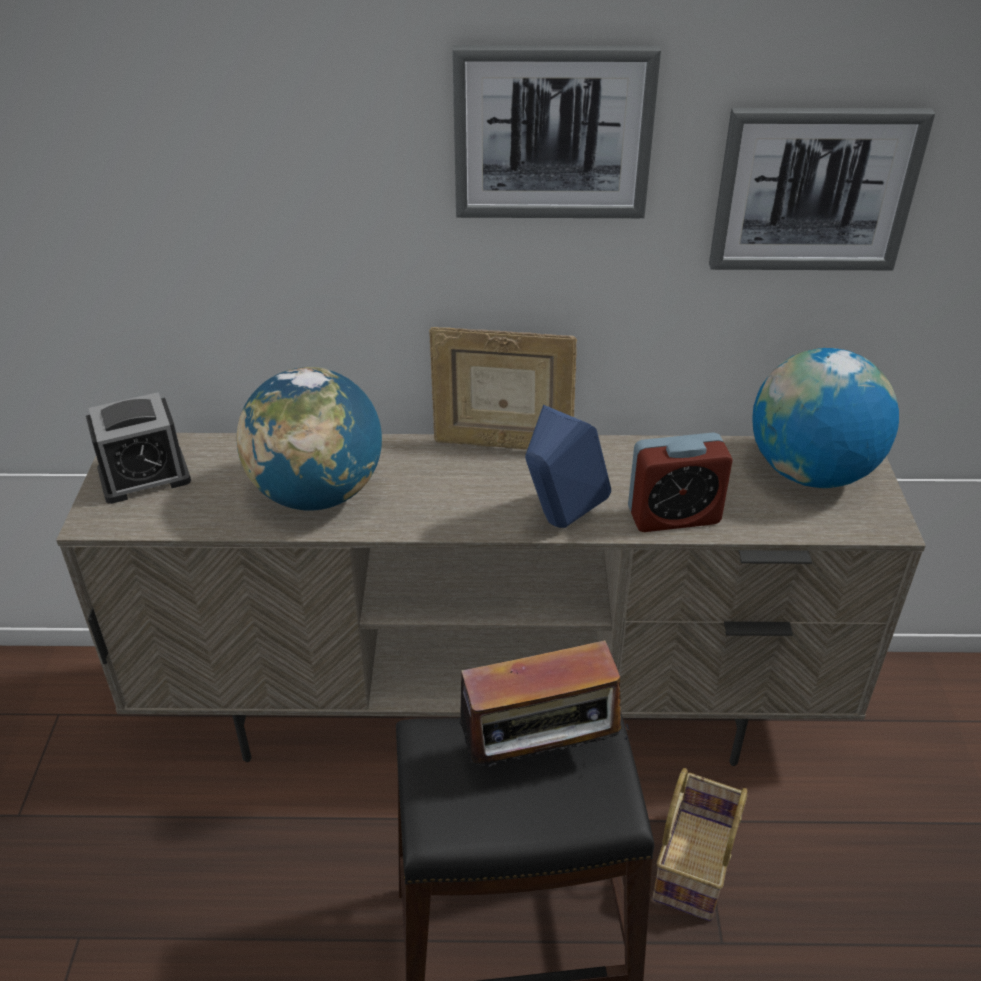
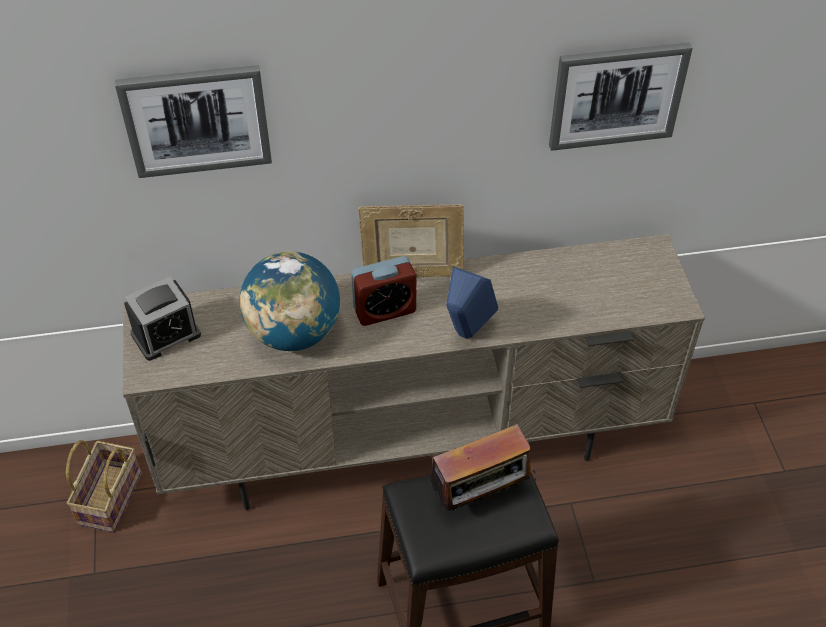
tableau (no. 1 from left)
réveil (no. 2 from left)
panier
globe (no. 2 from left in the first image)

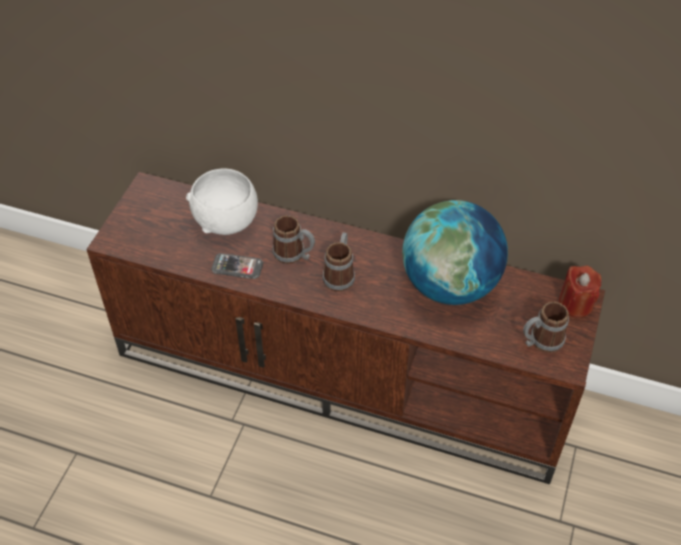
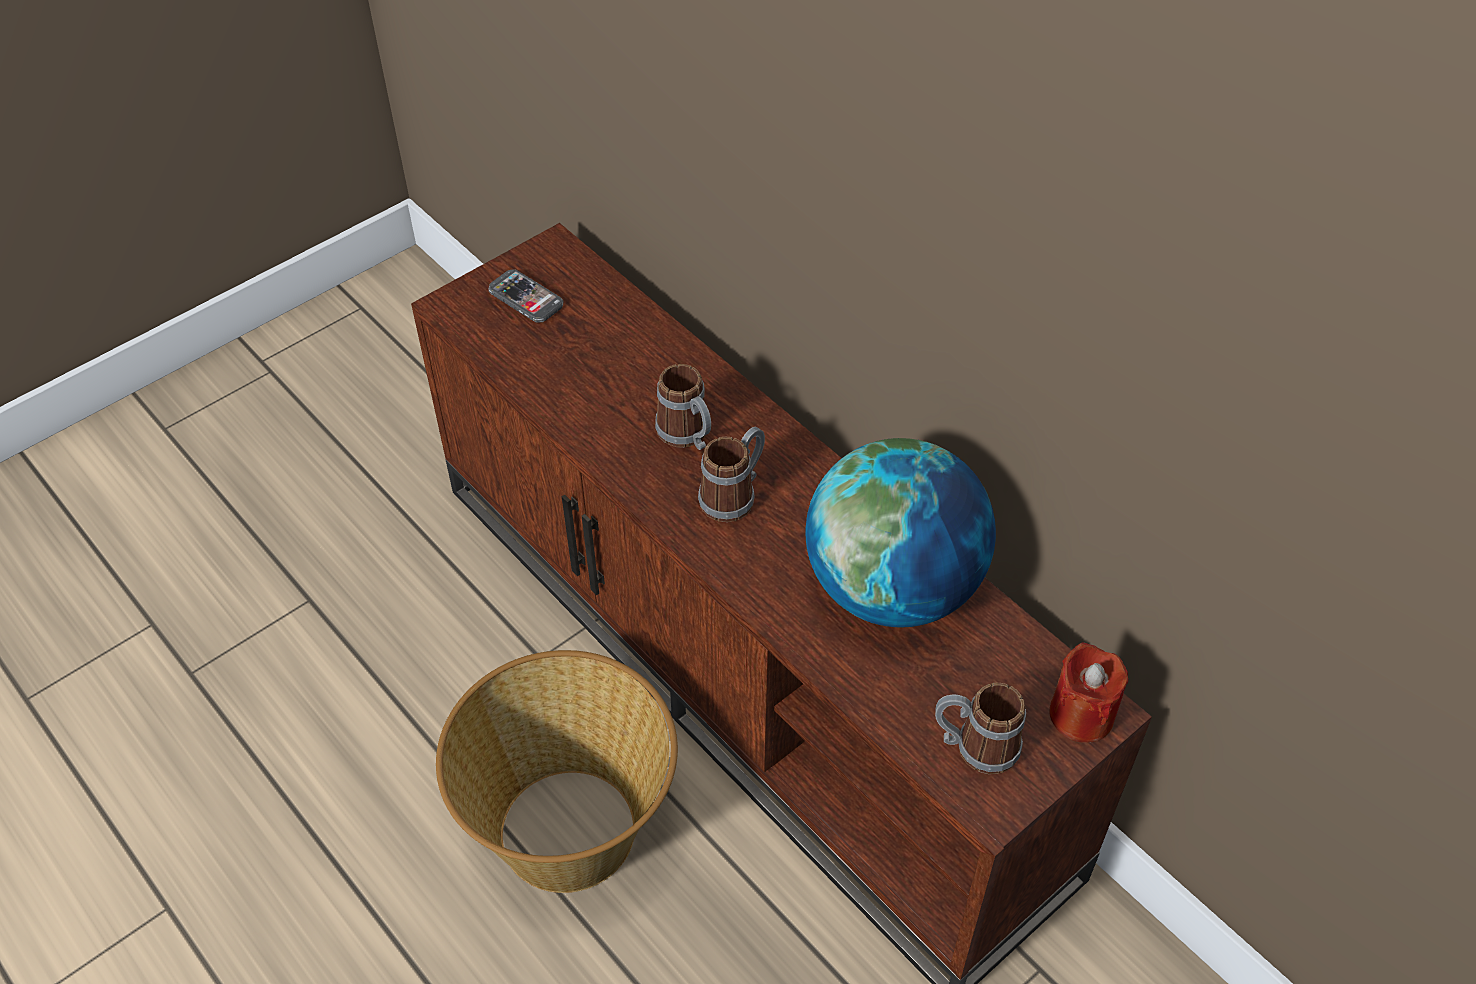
bol [blanc]
téléphone
panier

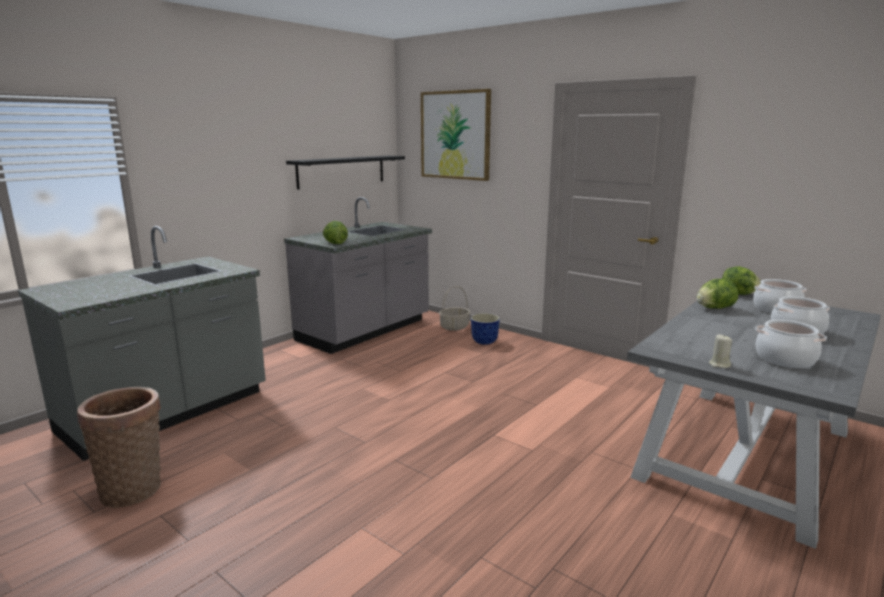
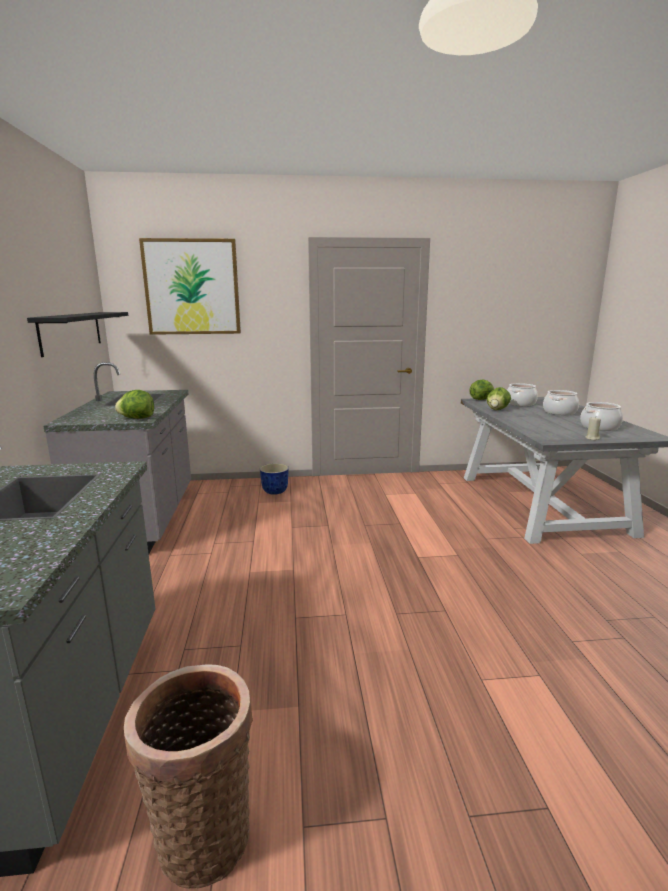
panier (no. 2 from left in the first image)

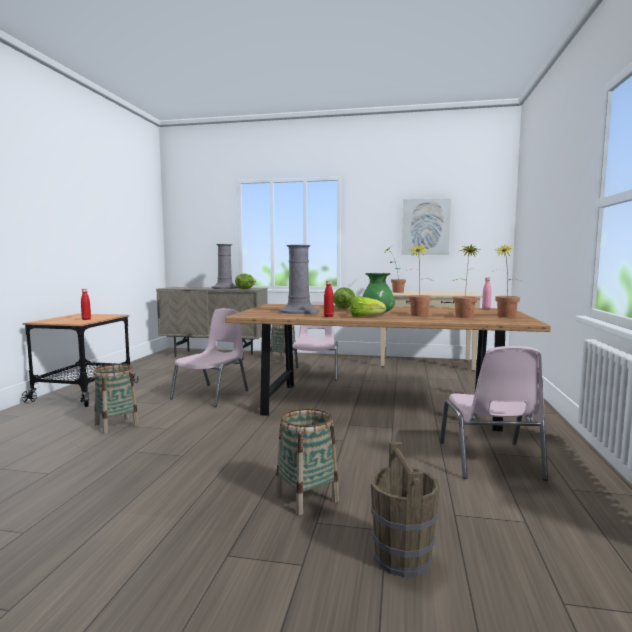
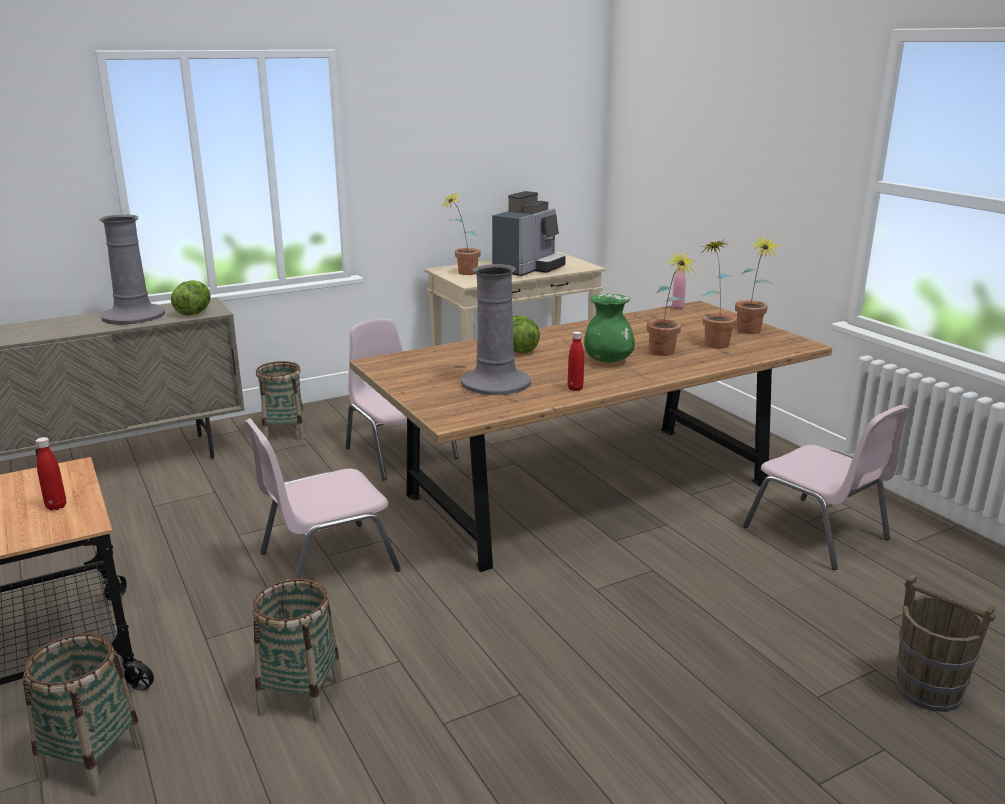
chaise [rose] (no. 1 from left)
panier (no. 1 from left)
laitue (no. 3 from left in the first image)
tableau
machine à café

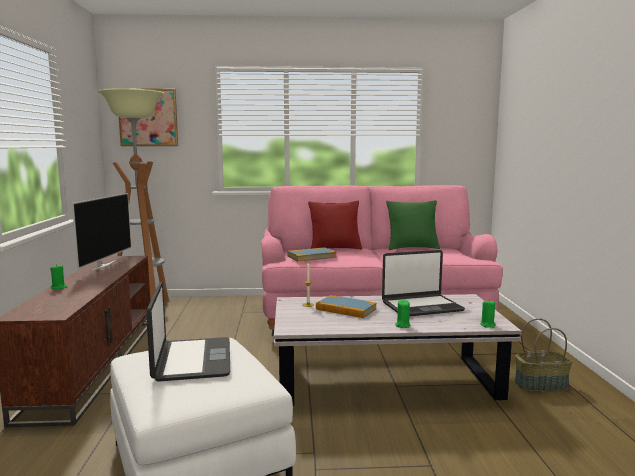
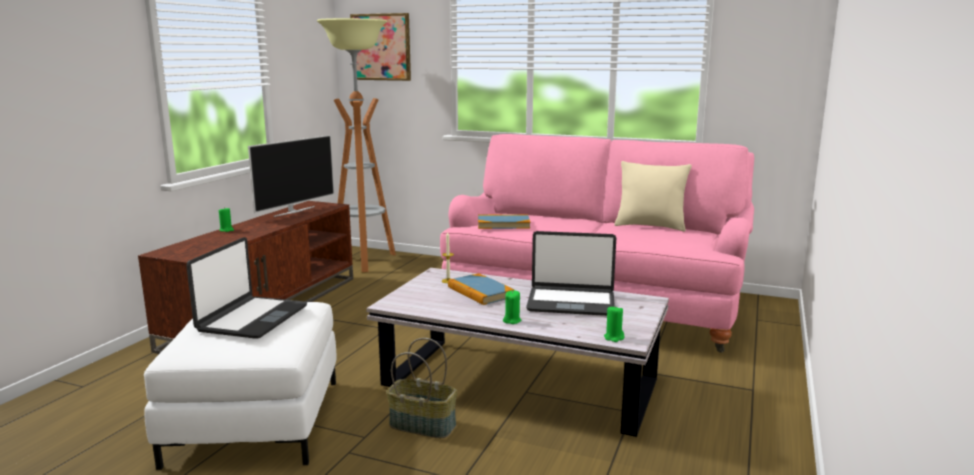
coussin [rouge]
coussin [beige]
panier

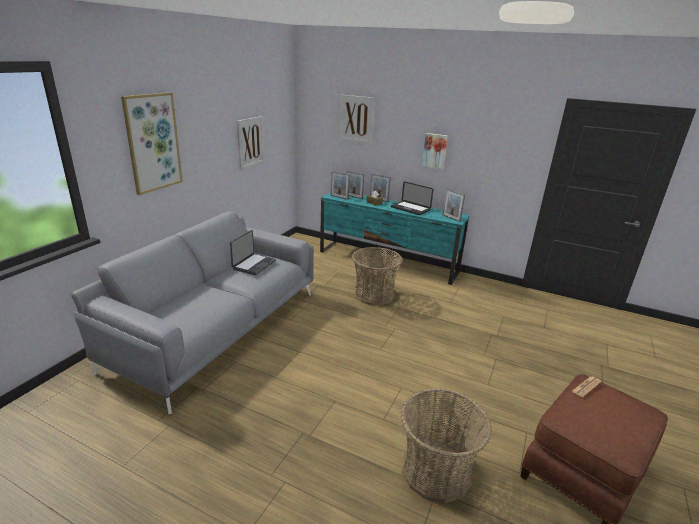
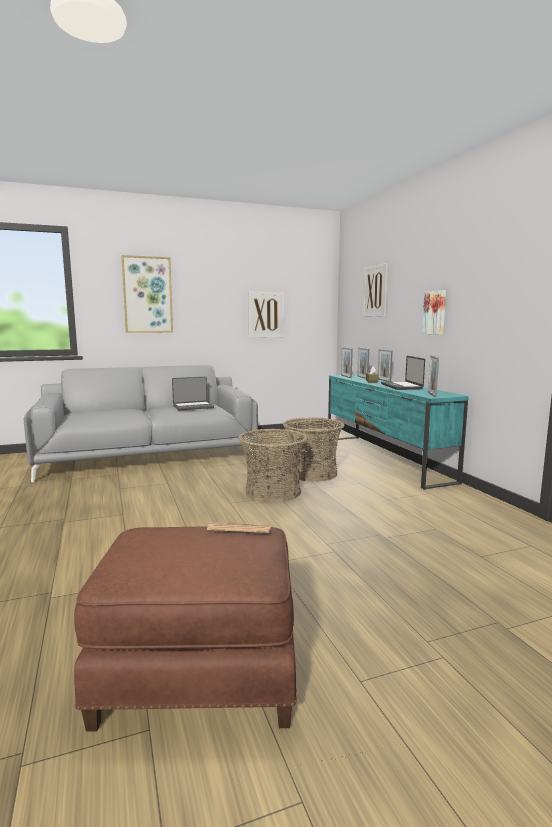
panier (no. 1 from left)

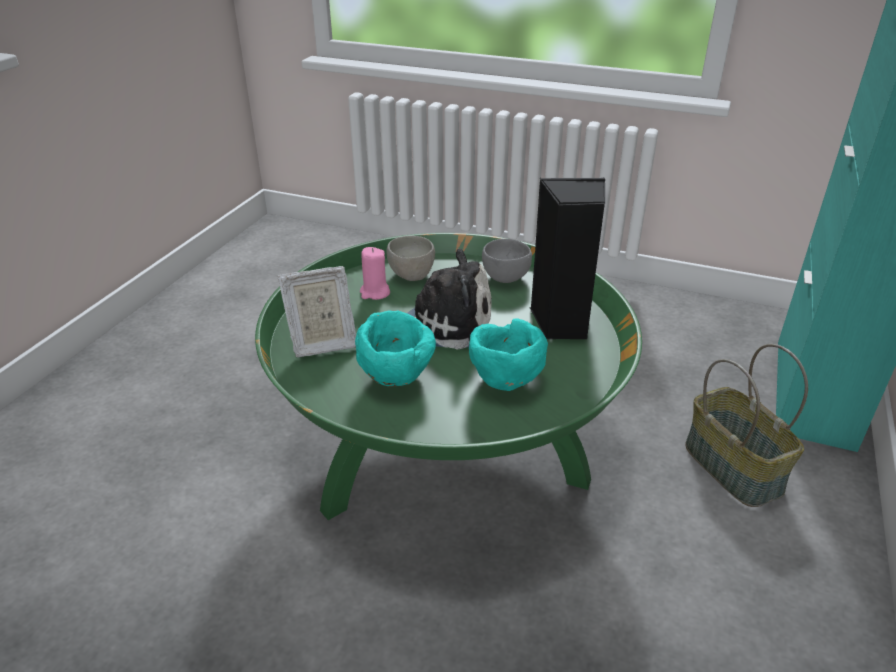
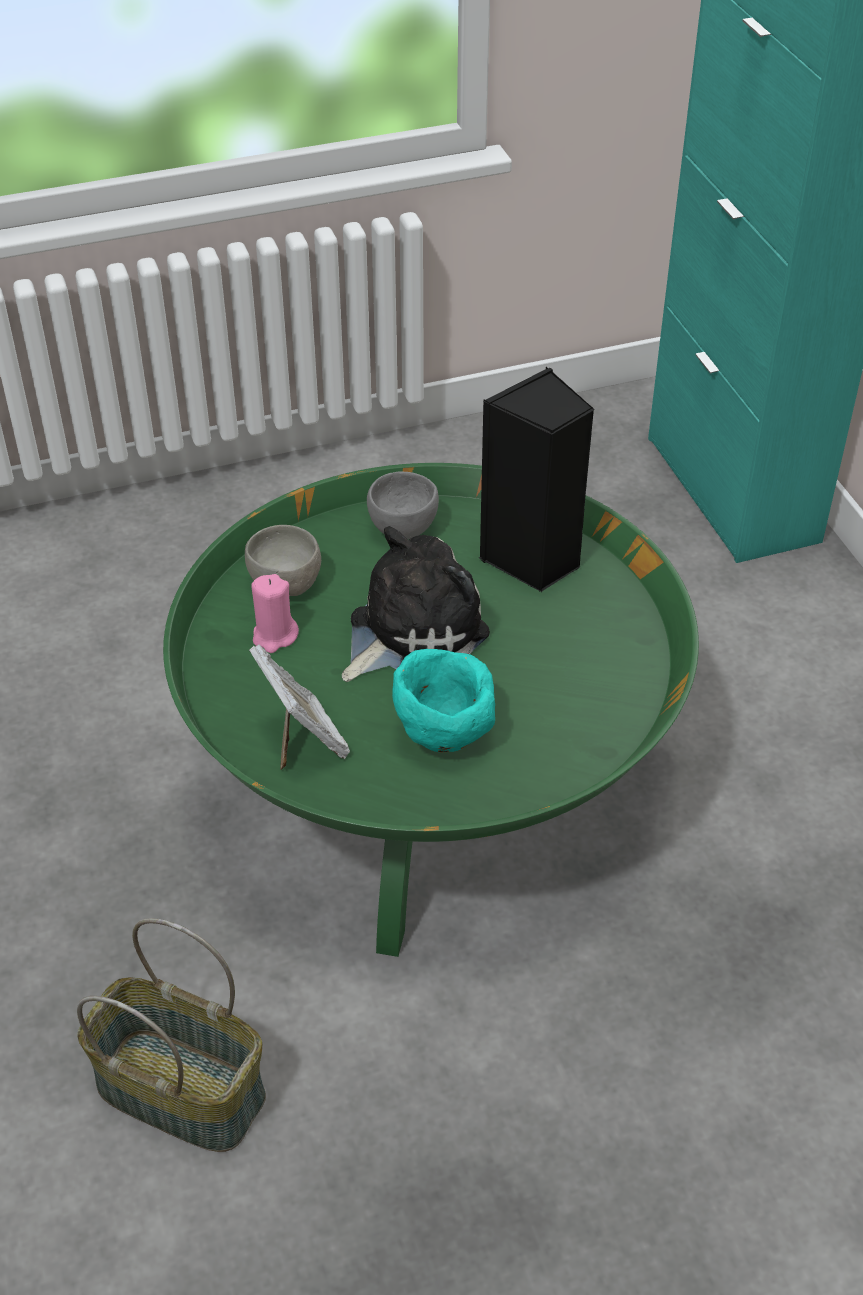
cadre photo
bol [turquoise] (no. 2 from left in the first image)
panier

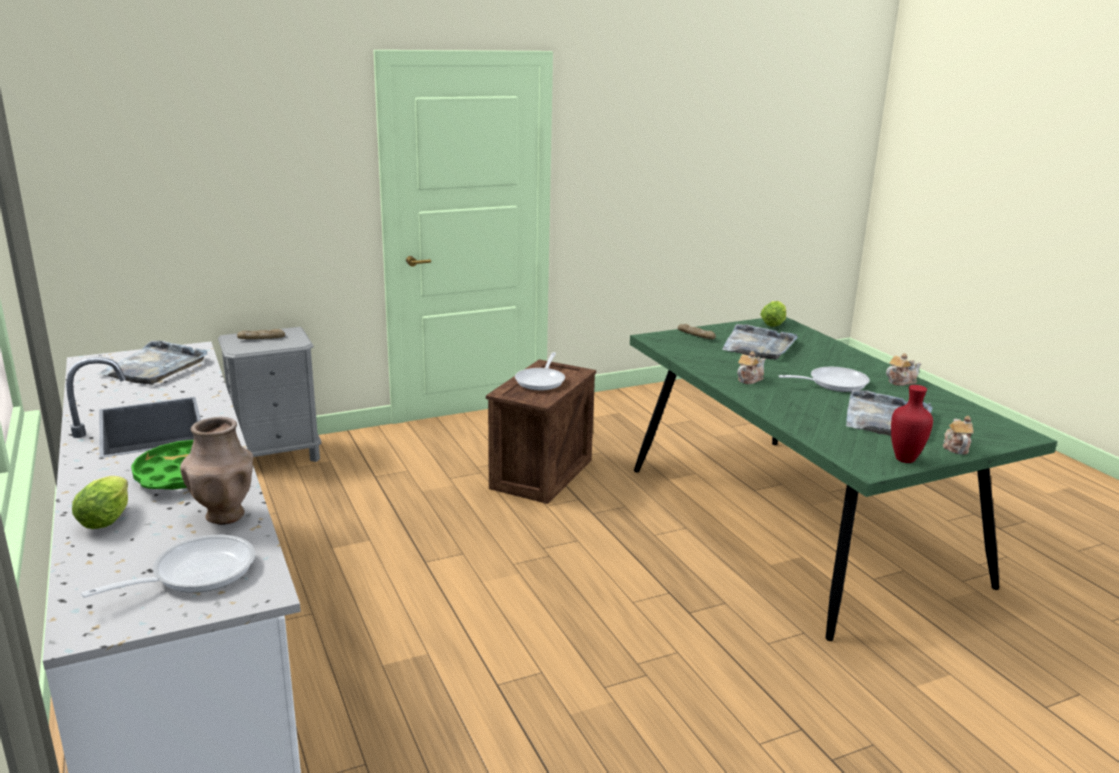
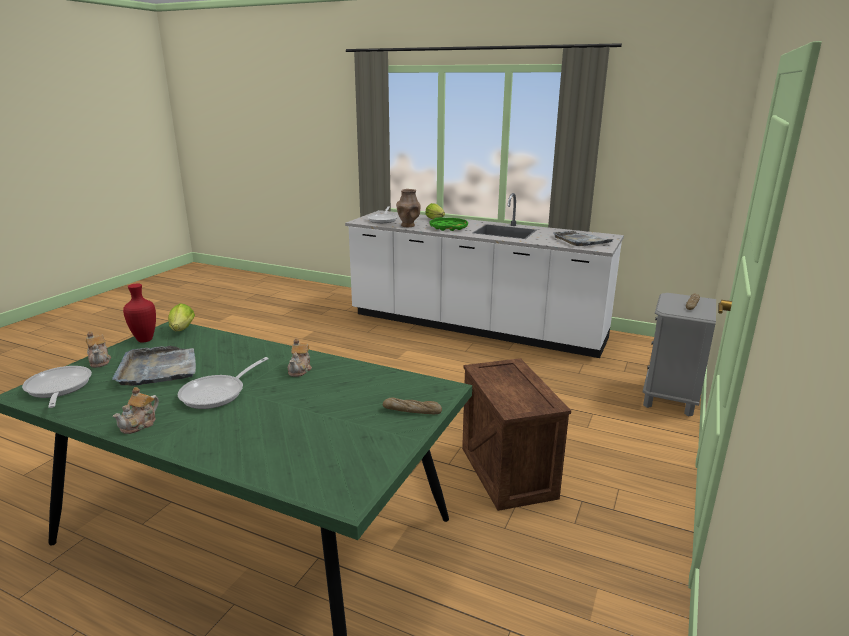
poêle (no. 1 from left)
plateau [gris] (no. 2 from left in the first image)
laitue (no. 1 from left)

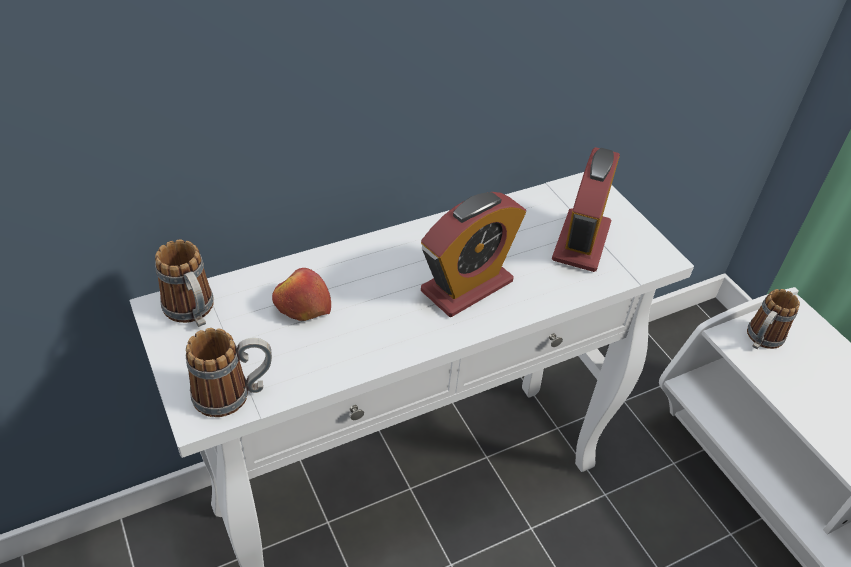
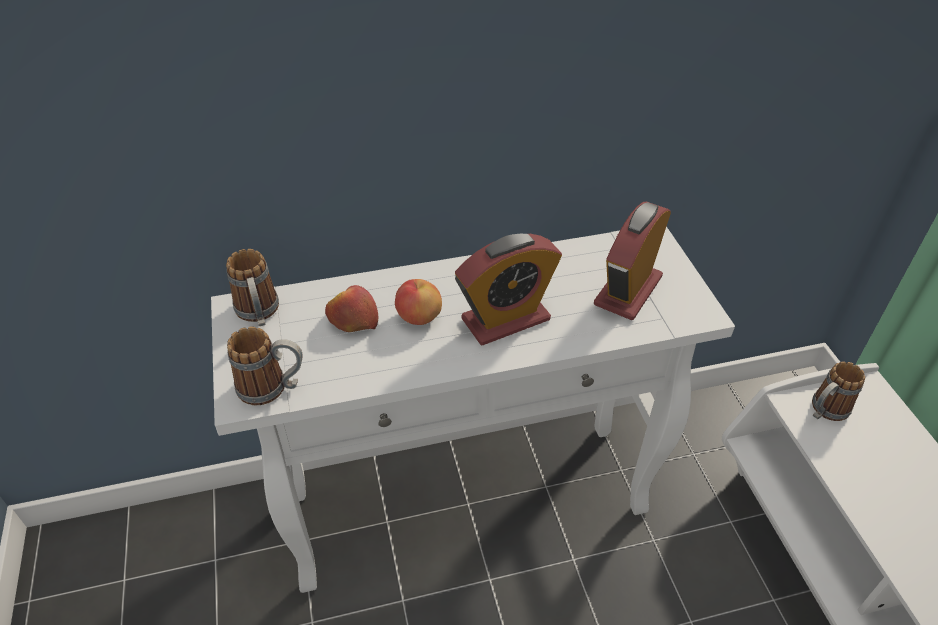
pomme (no. 2 from left)

